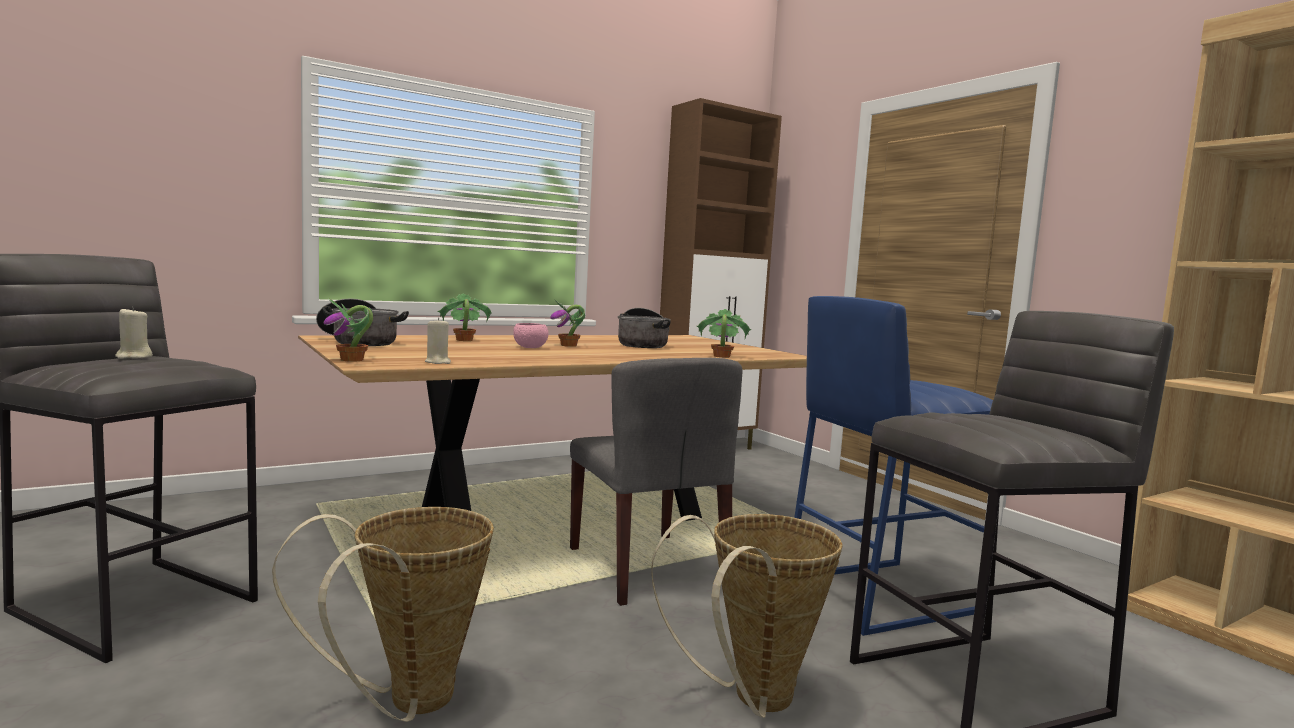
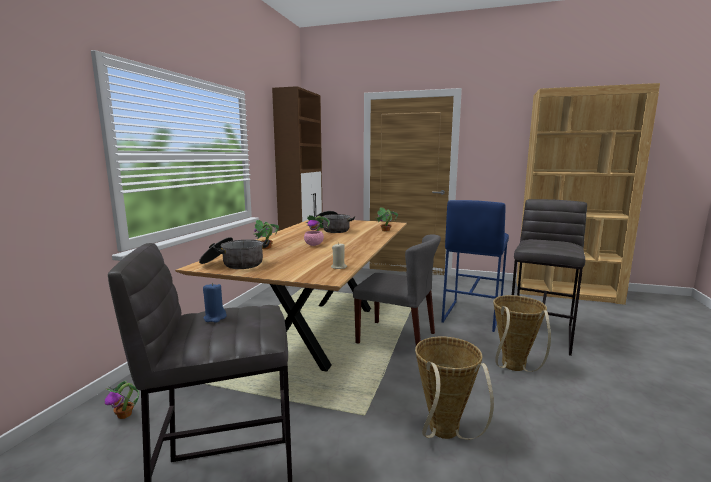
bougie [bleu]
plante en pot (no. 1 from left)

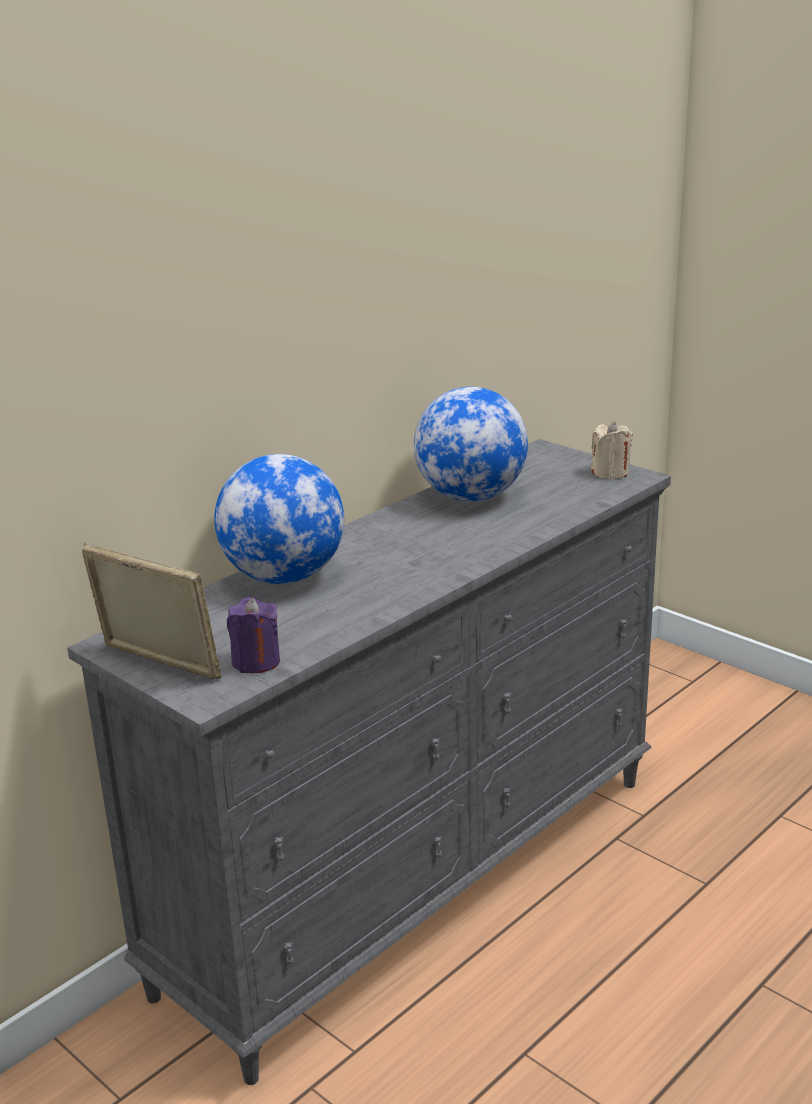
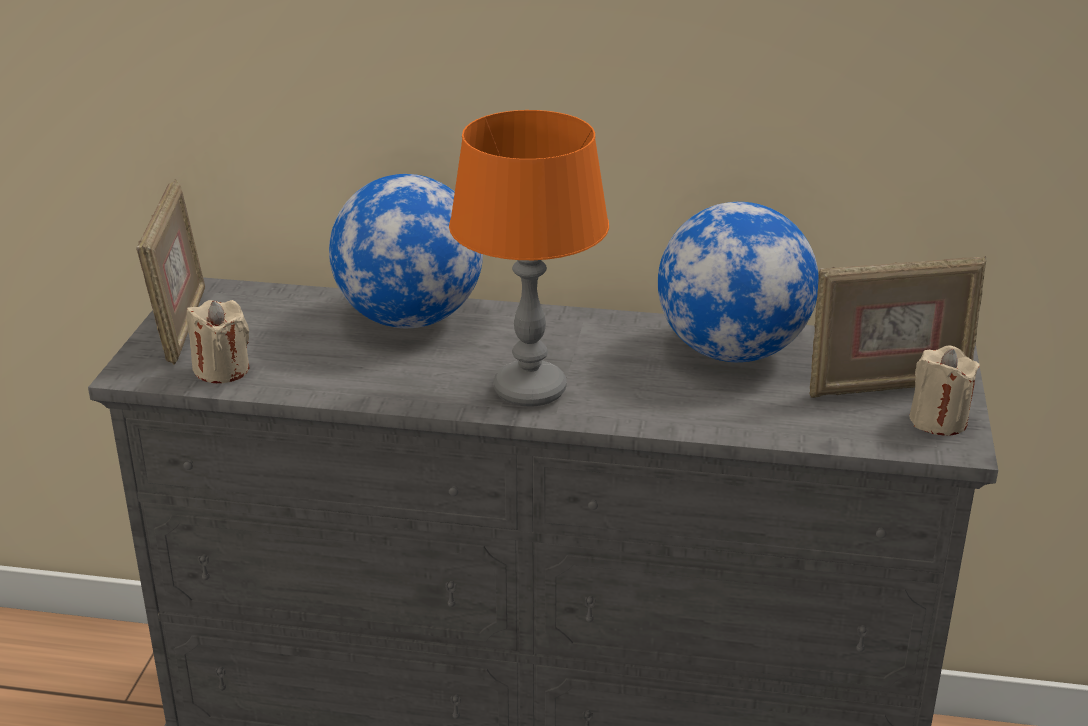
bougie [beige] (no. 1 from left)
lampe de table [orange]
cadre photo (no. 2 from left)

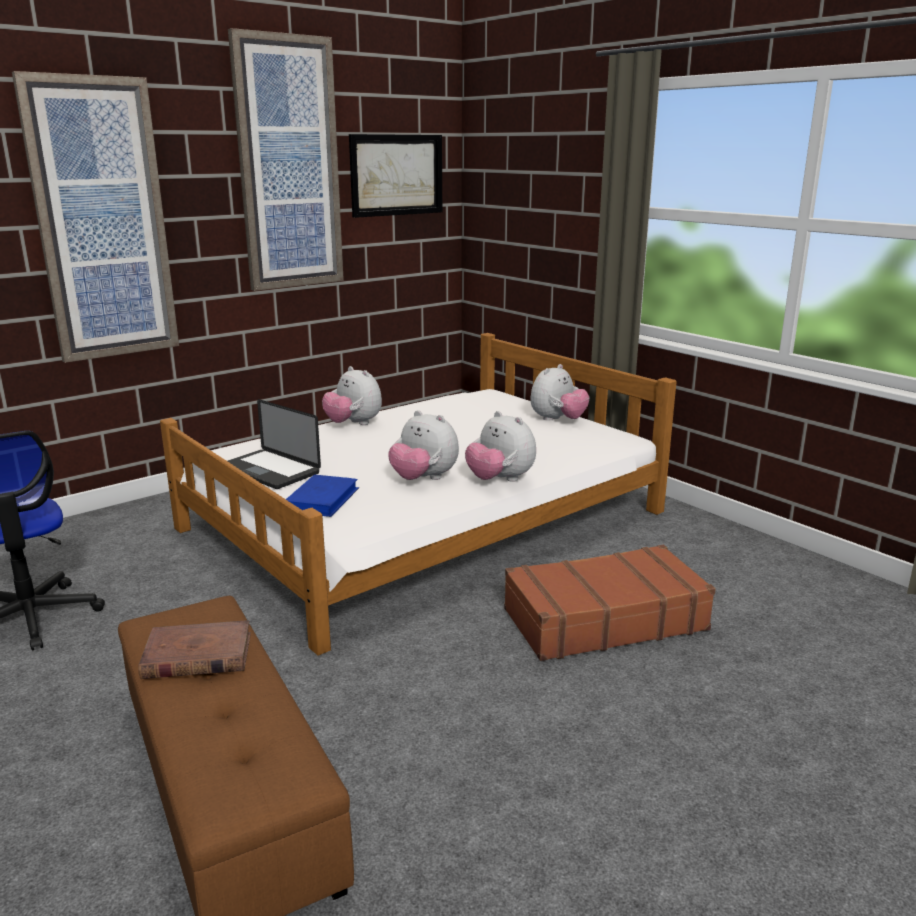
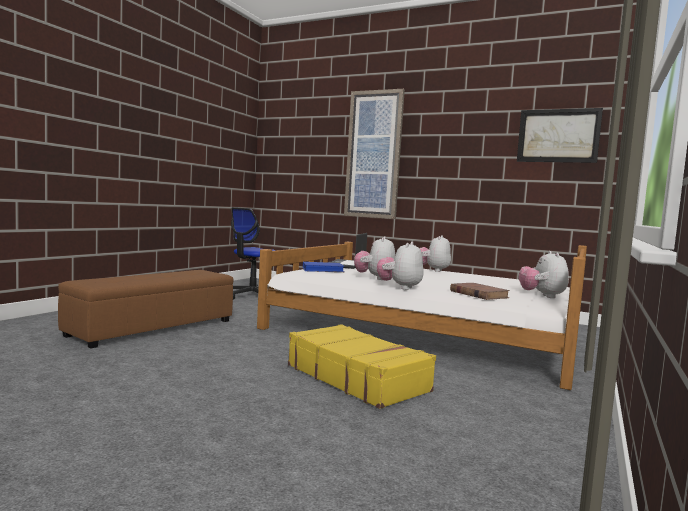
livre [marron]
tableau (no. 2 from left in the first image)
valise [jaune]
peluche (no. 4 from left)

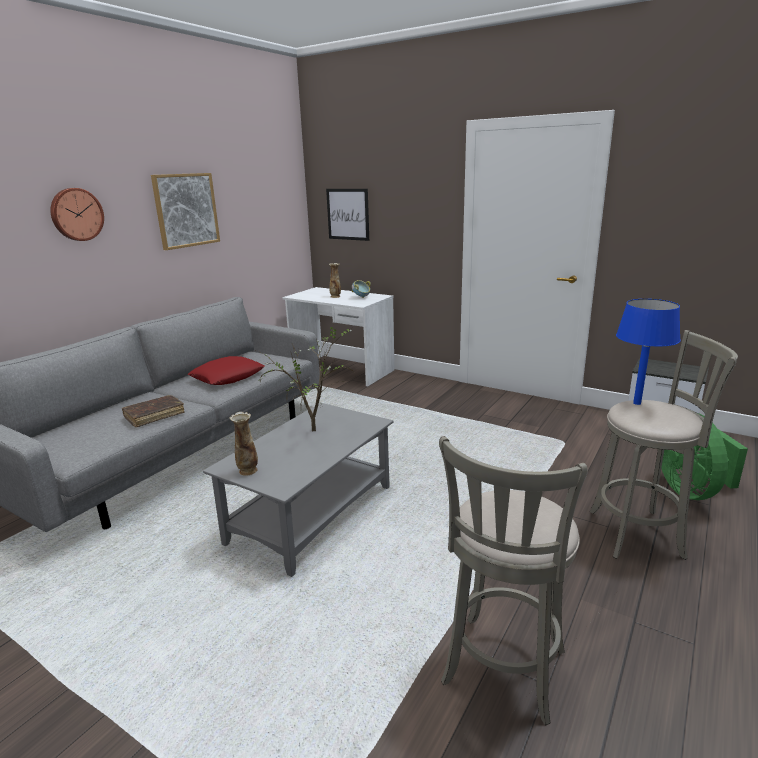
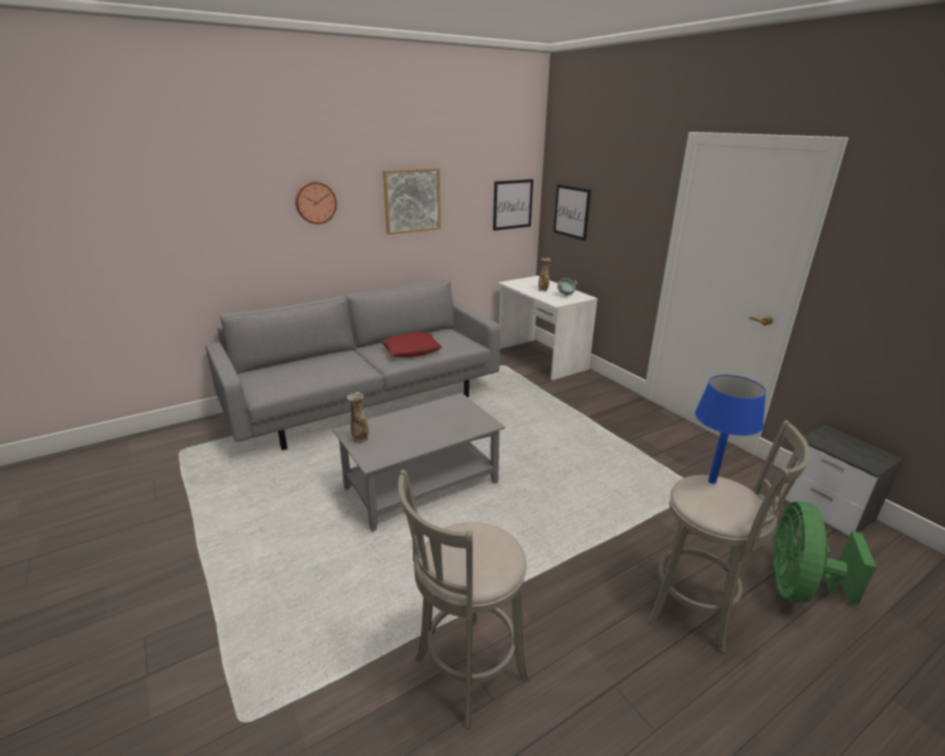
livre [marron]
plante en pot
tableau (no. 2 from left)

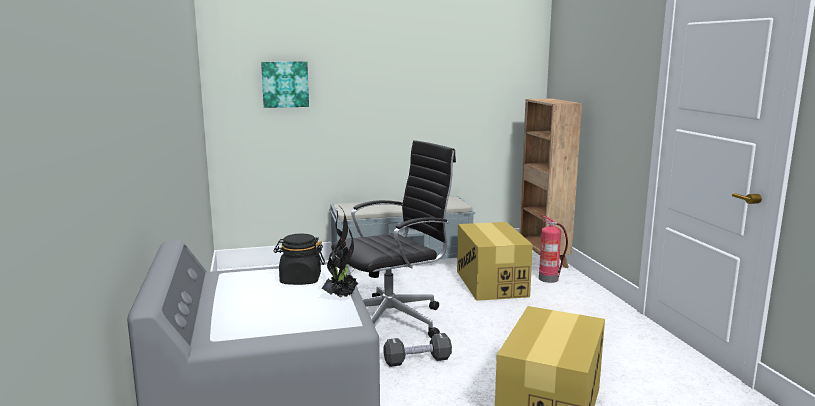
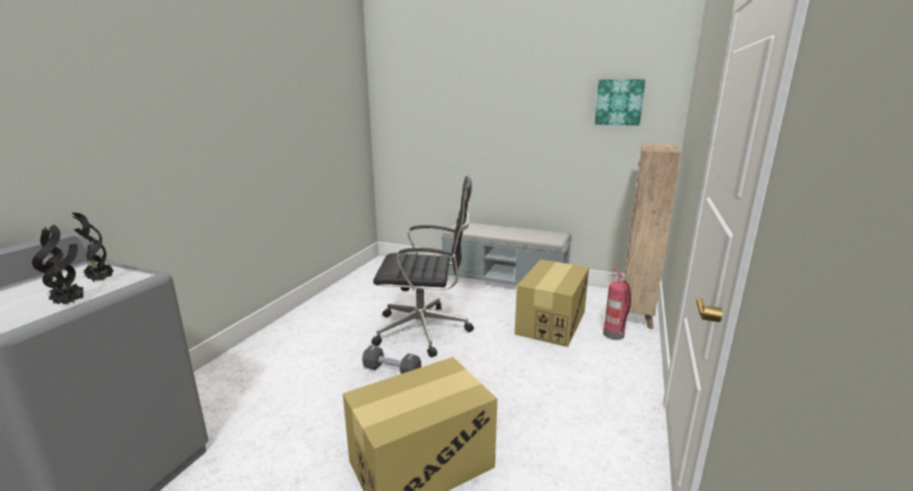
tableau
plante en pot (no. 2 from left)

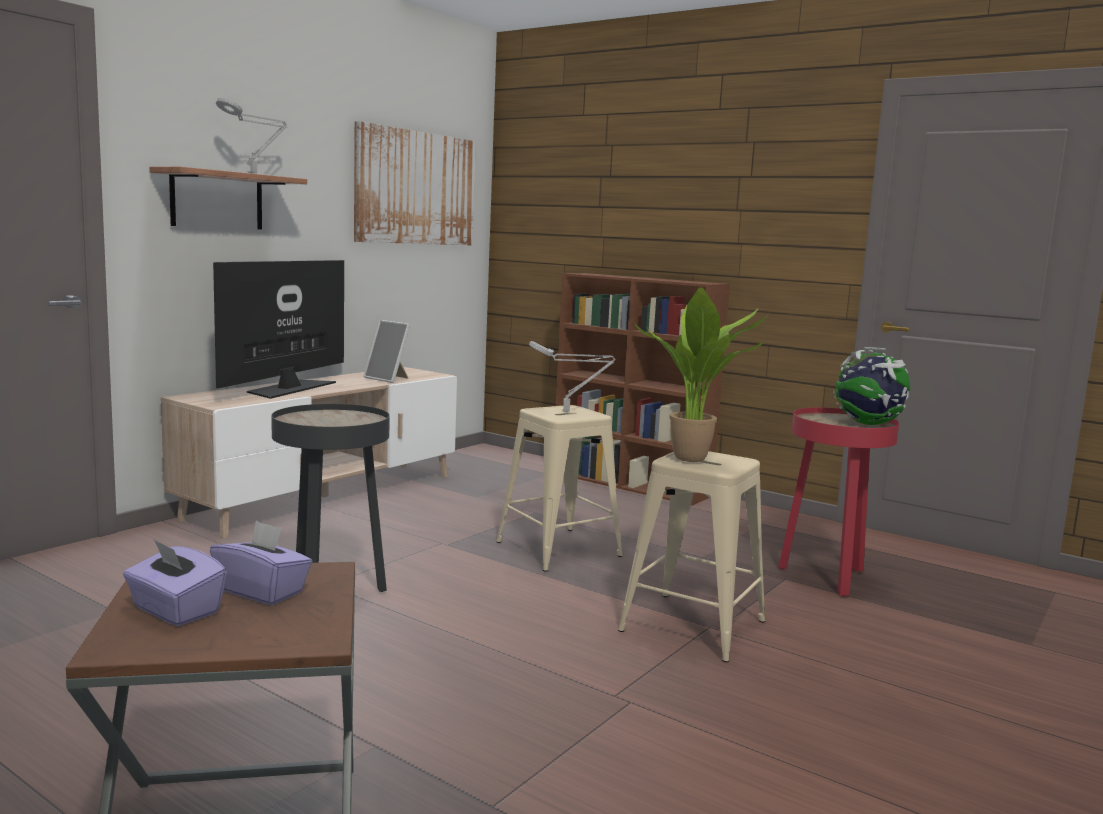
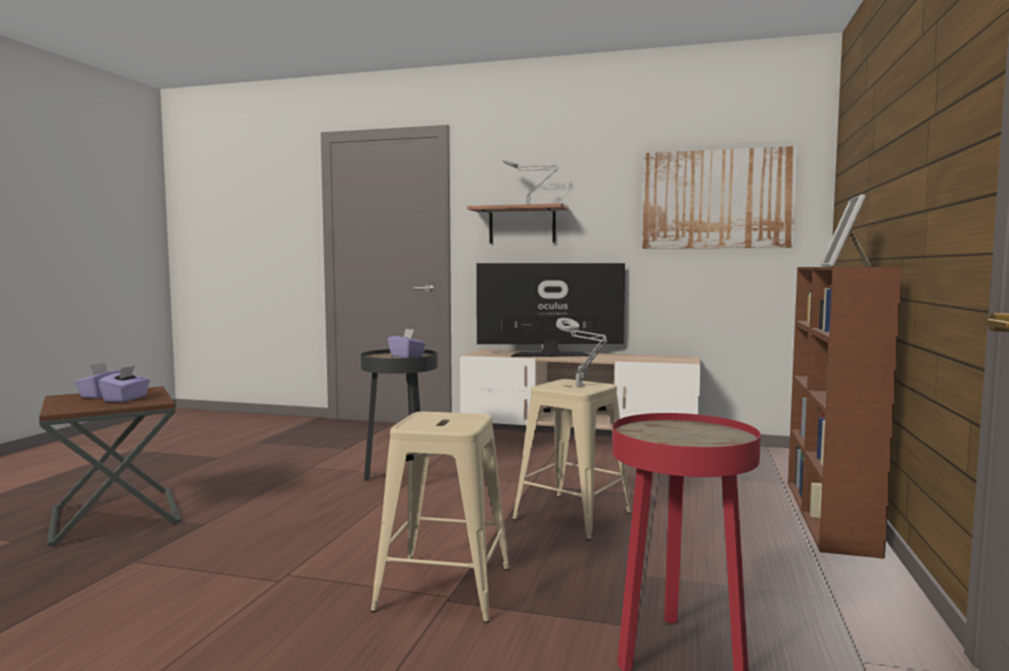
cadre photo
plante en pot
globe
boîte à mouchoirs [violet] (no. 3 from left)

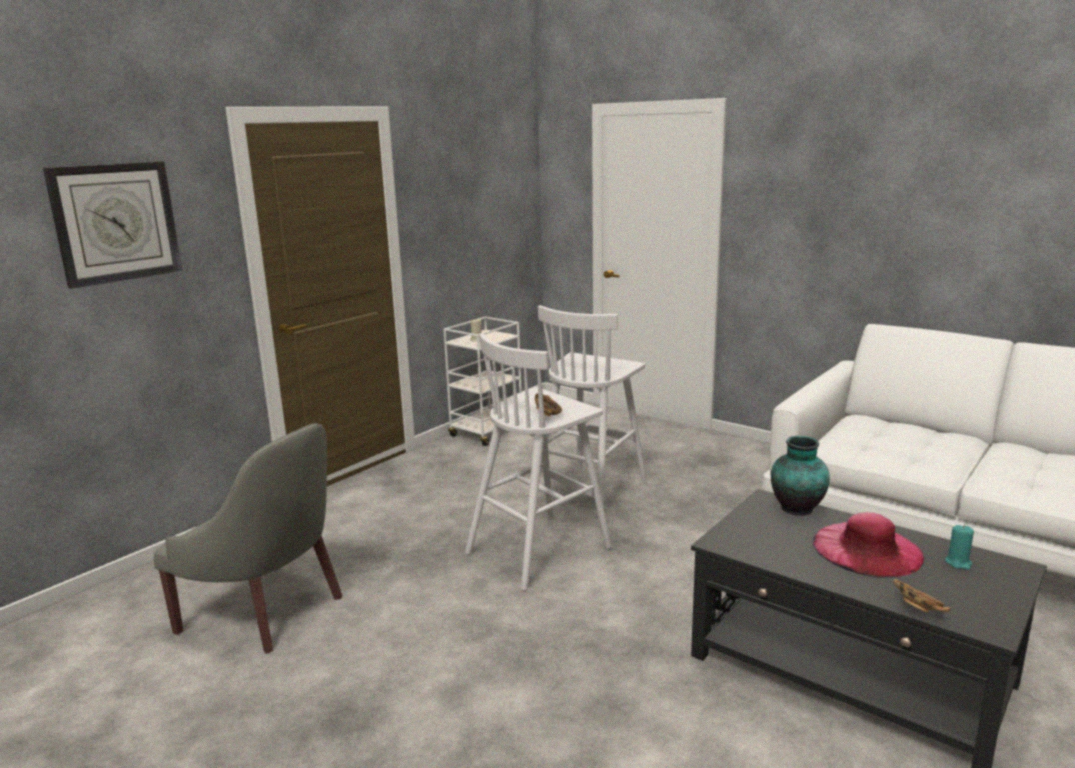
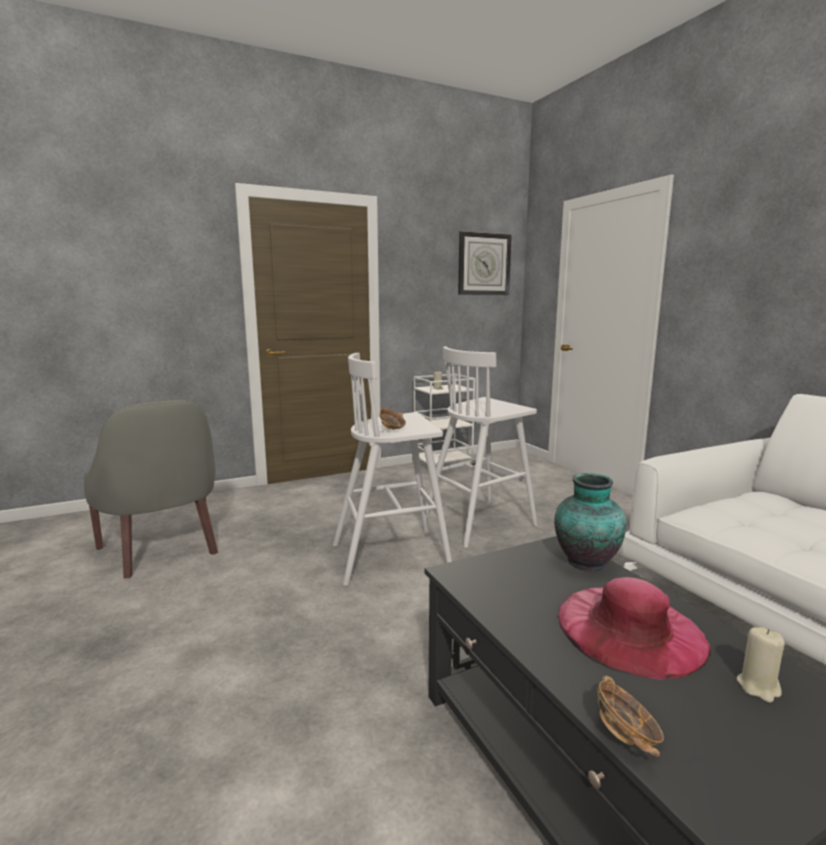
horloge murale
bougie [beige] (no. 2 from left)

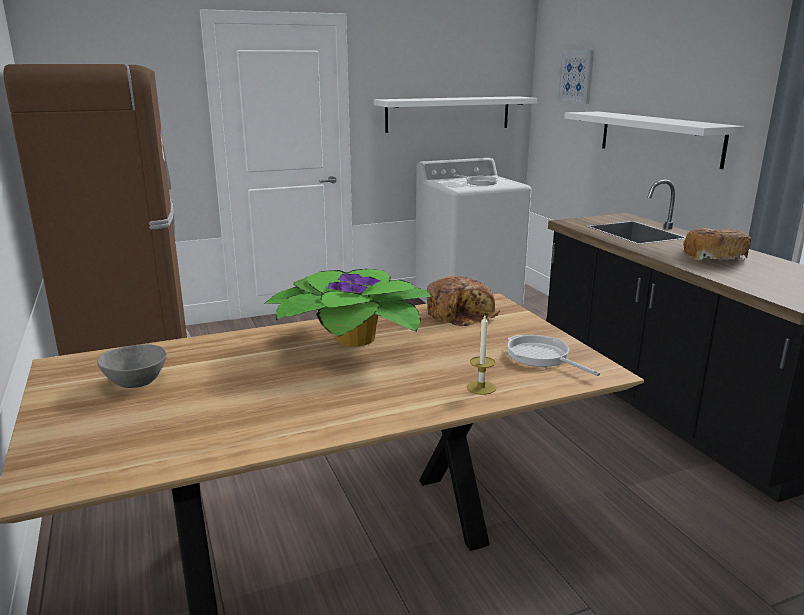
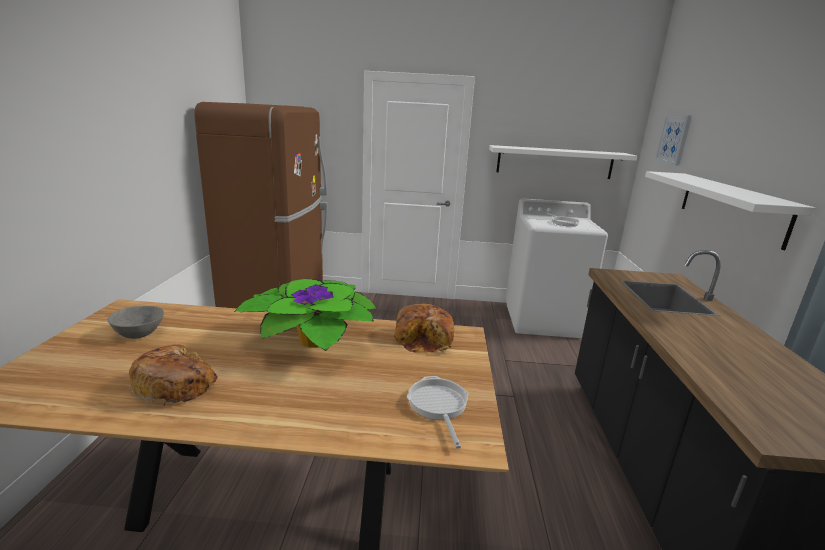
bougie
pain (no. 1 from left)

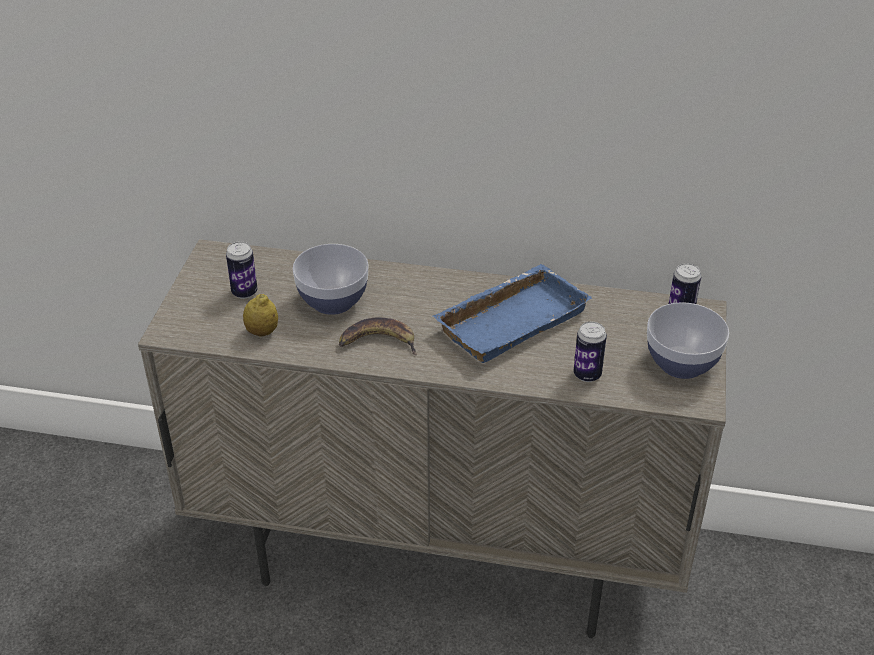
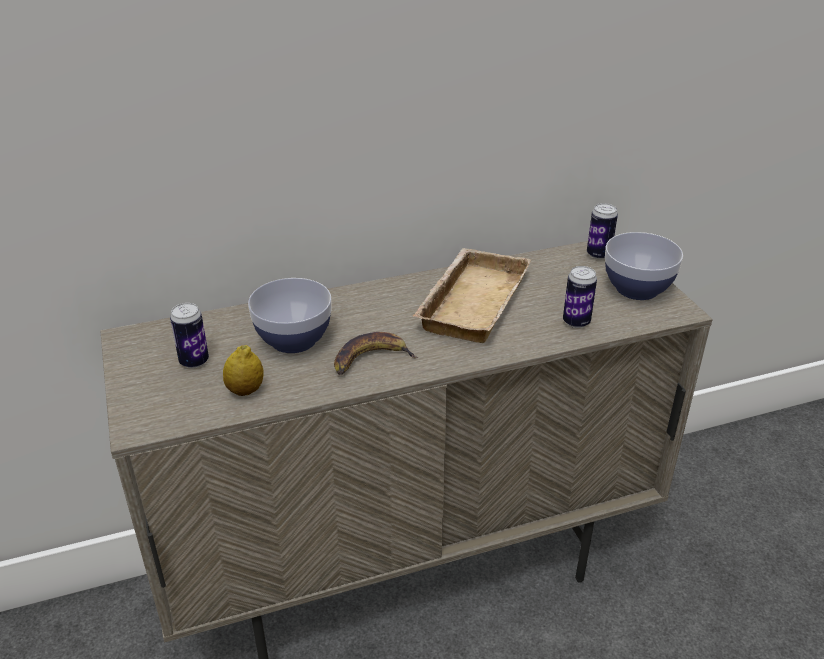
plateau [beige]

